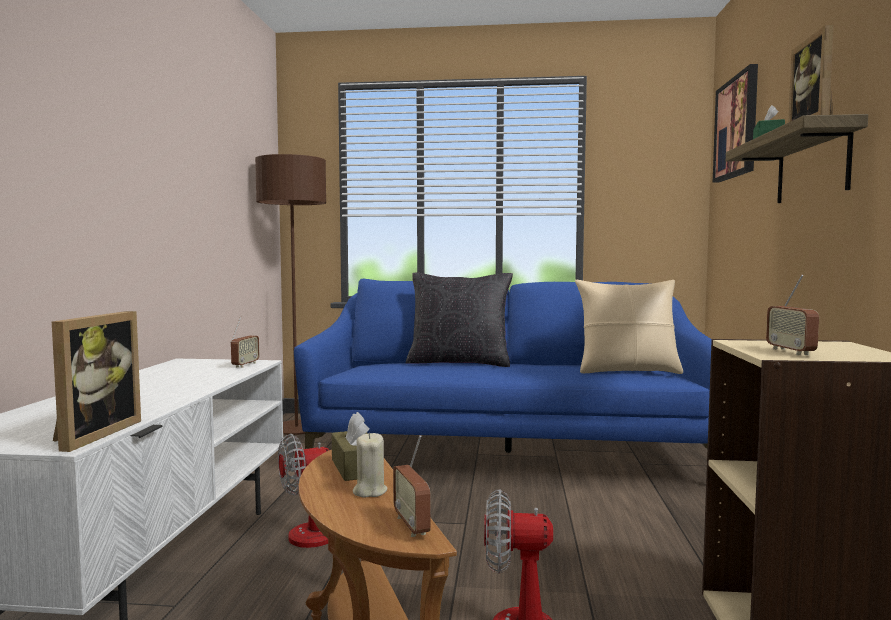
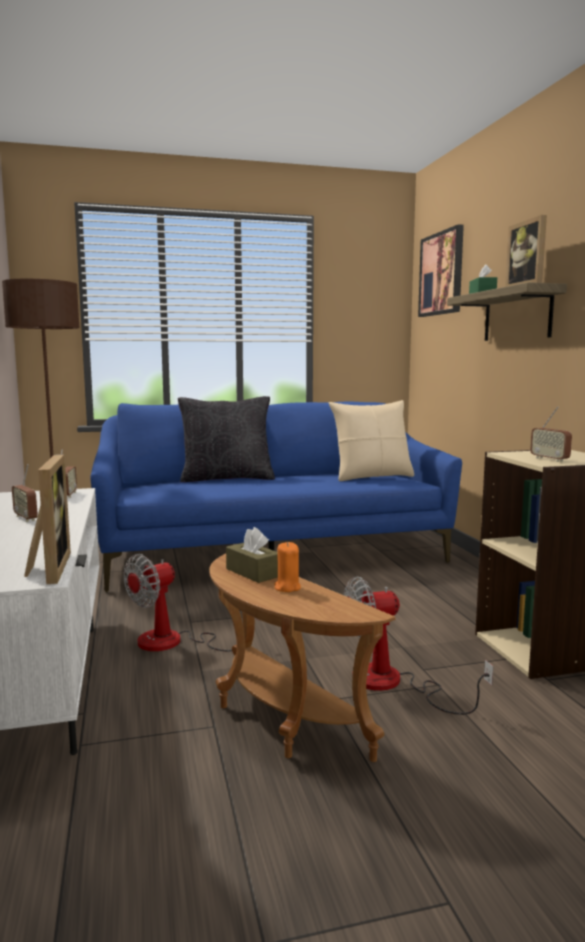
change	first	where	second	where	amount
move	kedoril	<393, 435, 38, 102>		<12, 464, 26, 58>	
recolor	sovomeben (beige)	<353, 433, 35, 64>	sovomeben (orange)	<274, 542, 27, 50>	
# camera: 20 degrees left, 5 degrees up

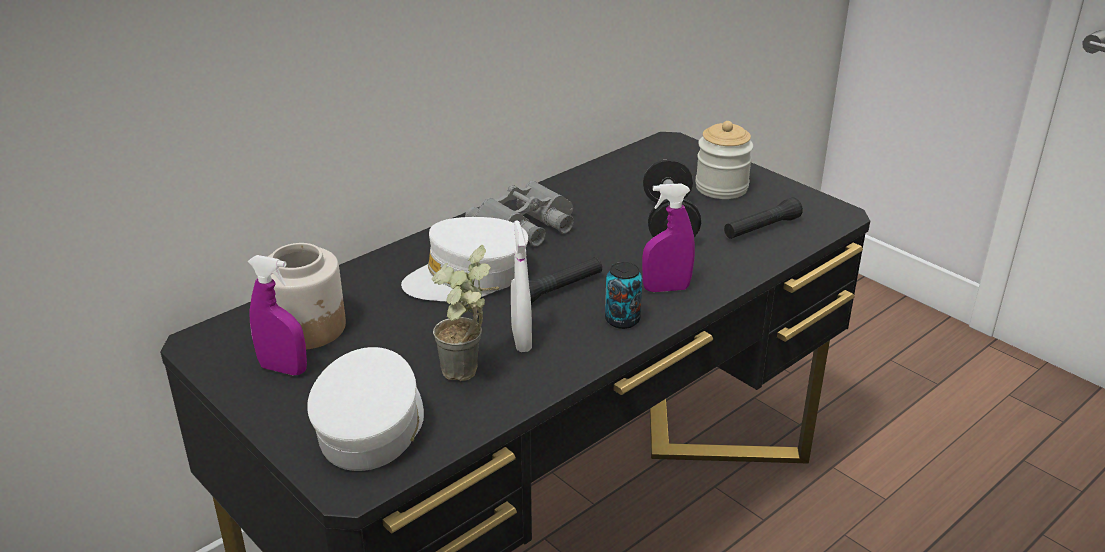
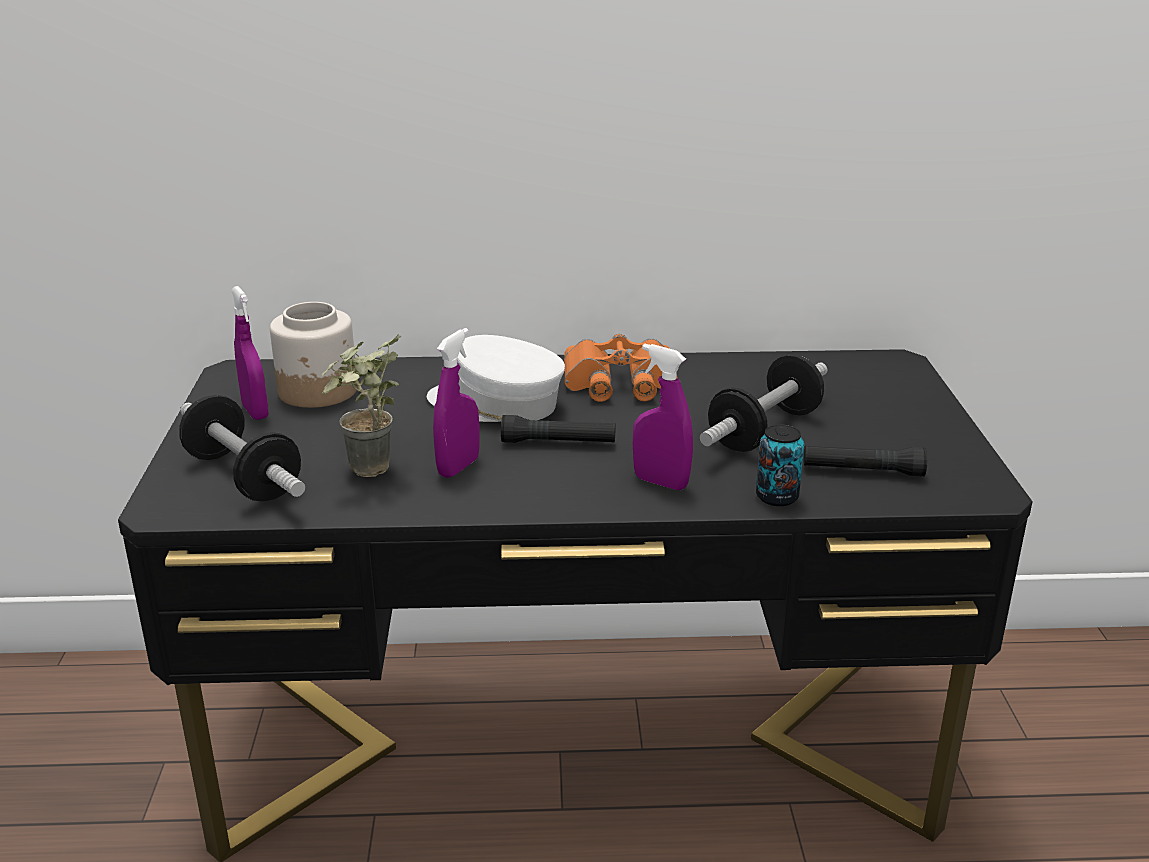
change	first	where	second	where	amount
replace	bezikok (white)	<307, 347, 117, 124>	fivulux	<179, 395, 126, 106>	
recolor	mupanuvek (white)	<511, 220, 21, 132>	mupanuvek (purple)	<433, 328, 47, 150>	
recolor	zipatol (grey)	<465, 181, 109, 66>	zipatol (orange)	<564, 334, 114, 68>	
move	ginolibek	<605, 262, 37, 67>		<756, 425, 48, 81>	
delete	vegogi	<695, 121, 58, 78>			
# camera: 40 degrees right, 5 degrees down

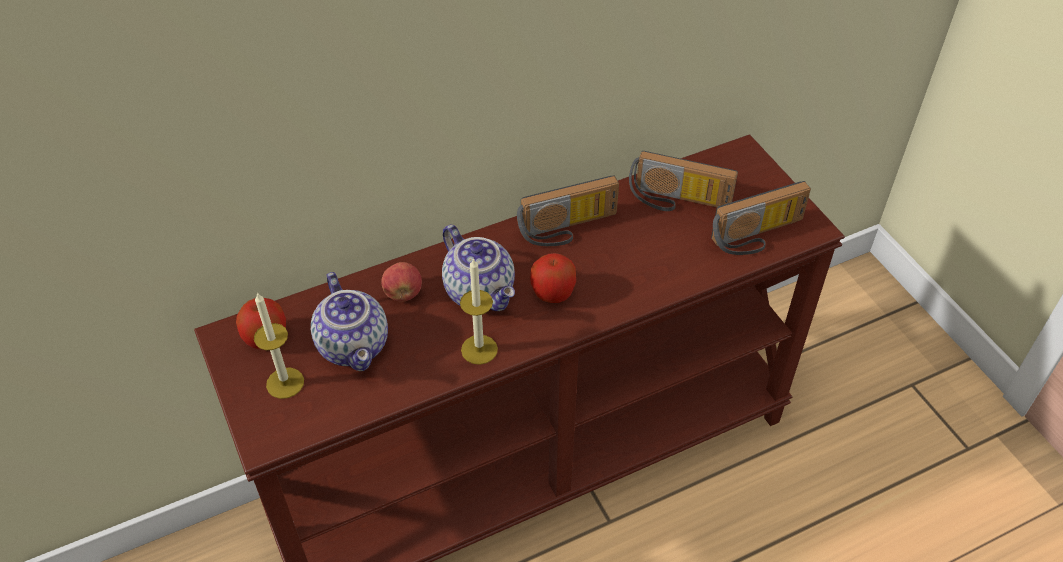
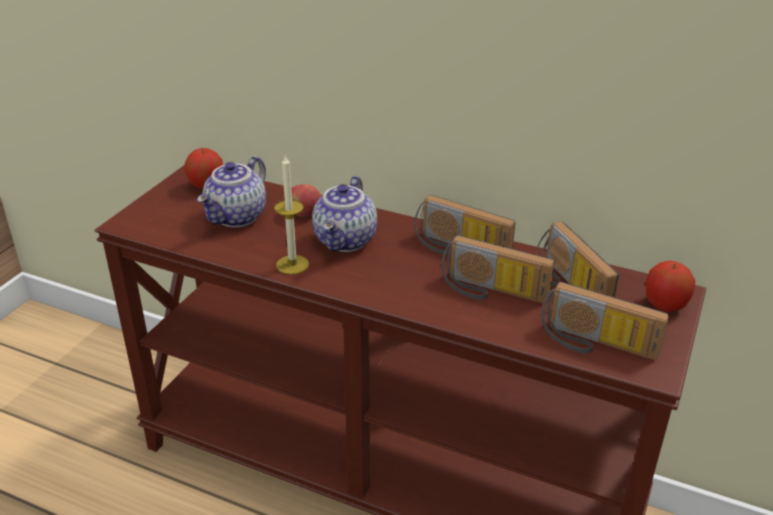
change	first	where	second	where	amount
insert			kedoril	<441, 235, 114, 68>	
move	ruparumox	<530, 253, 46, 50>		<645, 261, 51, 51>	
delete	sovomeben	<254, 293, 50, 106>			
# camera: 50 degrees right, 15 degrees down

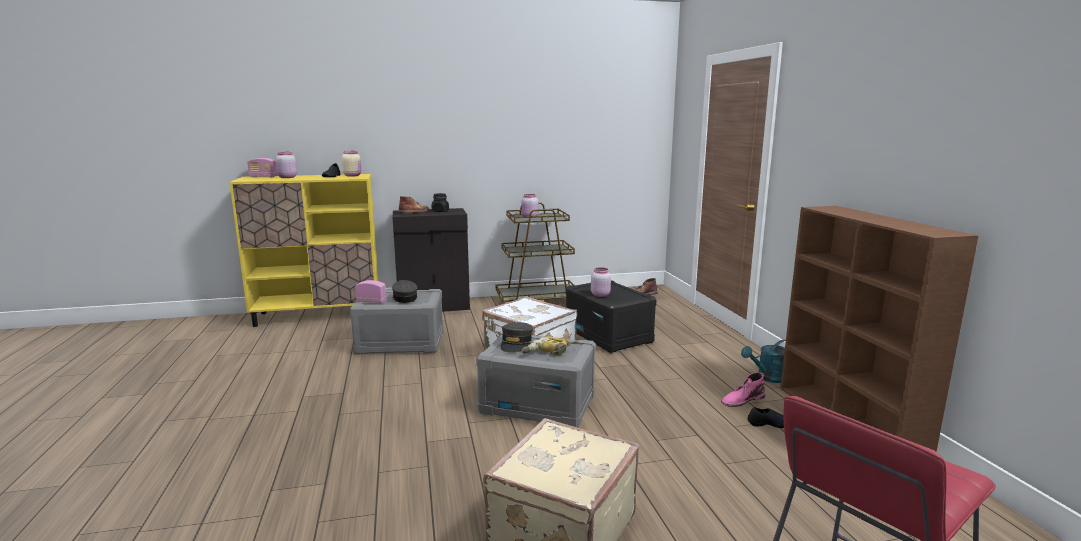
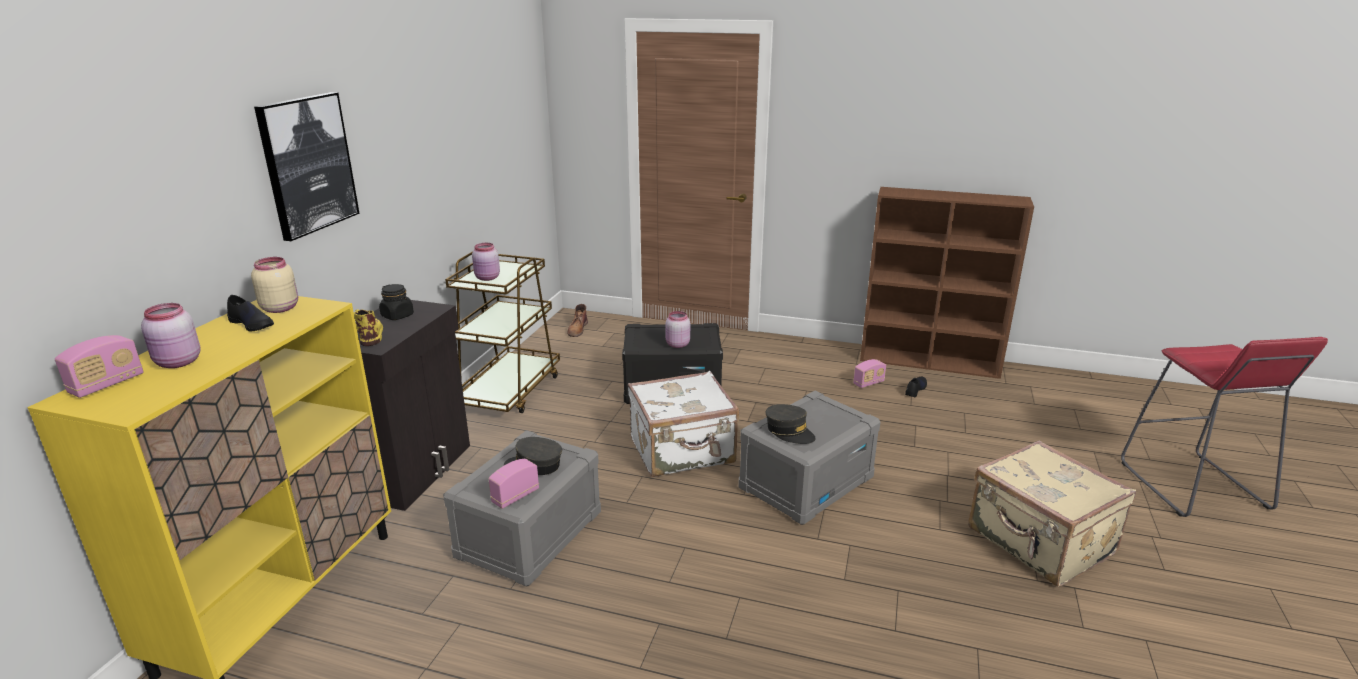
change	first	where	second	where	amount
insert			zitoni	<254, 92, 106, 149>	
recolor	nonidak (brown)	<398, 196, 31, 18>	nonidak (yellow)	<354, 309, 29, 37>	
replace	nonidak (pink)	<721, 372, 44, 35>	kedoril	<853, 359, 33, 29>	
delete	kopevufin	<522, 337, 56, 18>			
delete	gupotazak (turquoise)	<741, 339, 45, 44>			
# camera: 60 degrees left, 10 degrees up

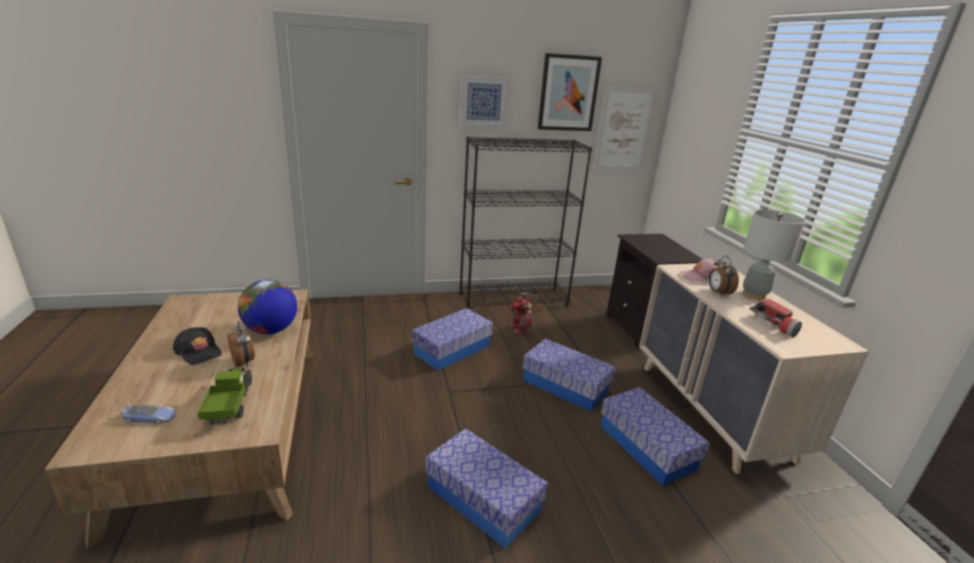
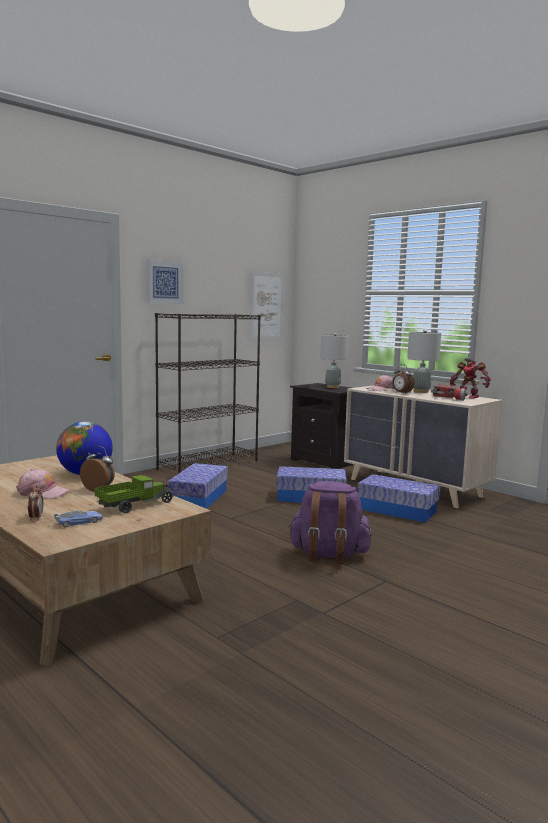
change	first	where	second	where	amount
recolor	bezikok (black)	<173, 327, 49, 38>	bezikok (pink)	<16, 469, 54, 30>	
insert			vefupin	<28, 485, 15, 36>	
rotate	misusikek	<198, 368, 54, 57>		<95, 475, 78, 39>	90 degrees clockwise
replace	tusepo	<426, 428, 122, 121>	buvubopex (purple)	<289, 481, 82, 83>	
insert			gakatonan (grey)	<320, 333, 29, 55>	
move	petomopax	<510, 293, 28, 41>		<450, 358, 41, 41>	
delete	zitoni	<538, 53, 64, 78>			
# camera: 30 degrees left, 15 degrees down

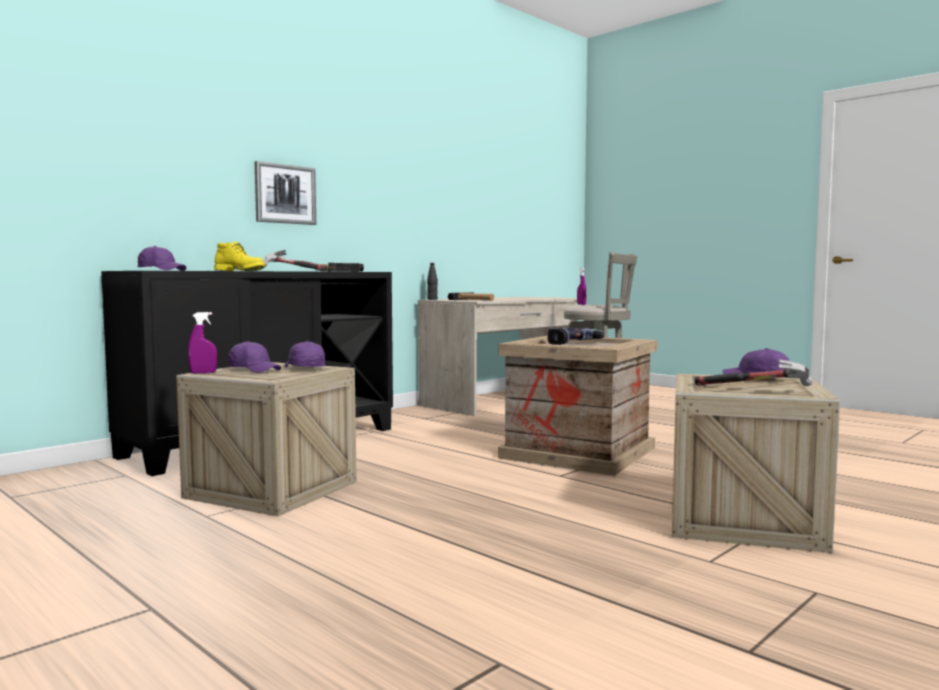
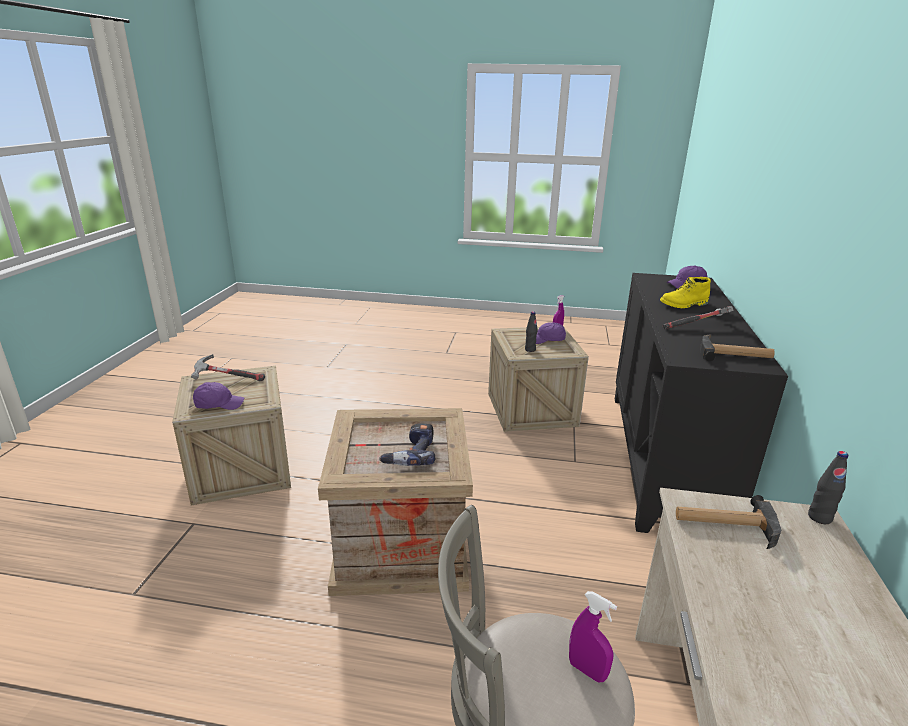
change	first	where	second	where	amount
replace	bezikok (purple)	<284, 341, 41, 27>	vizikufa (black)	<525, 311, 13, 41>	
delete	zitoni	<255, 161, 61, 64>			
# camera: 145 degrees right, 20 degrees up

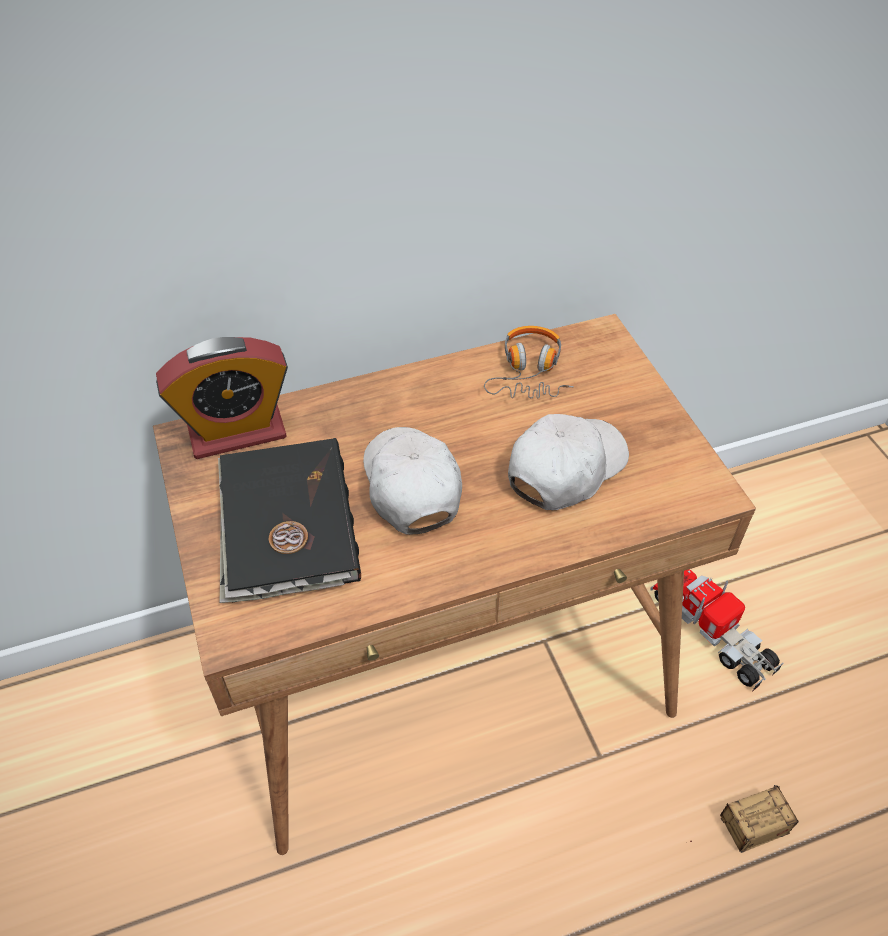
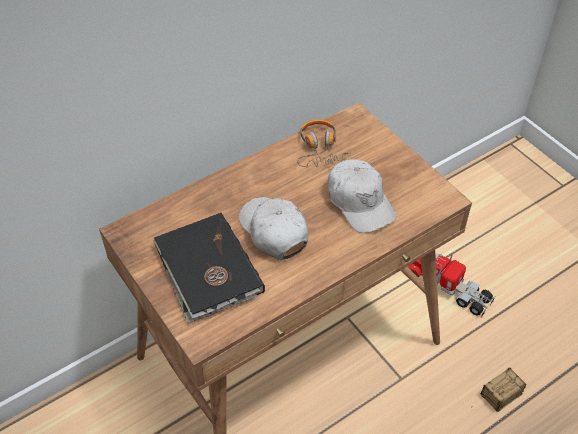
change	first	where	second	where	amount
rotate	bezikok (white)	<508, 414, 121, 96>		<328, 159, 68, 74>	120 degrees clockwise
delete	vefupin	<156, 337, 132, 122>			
# camera: 15 degrees left, 0 degrees up

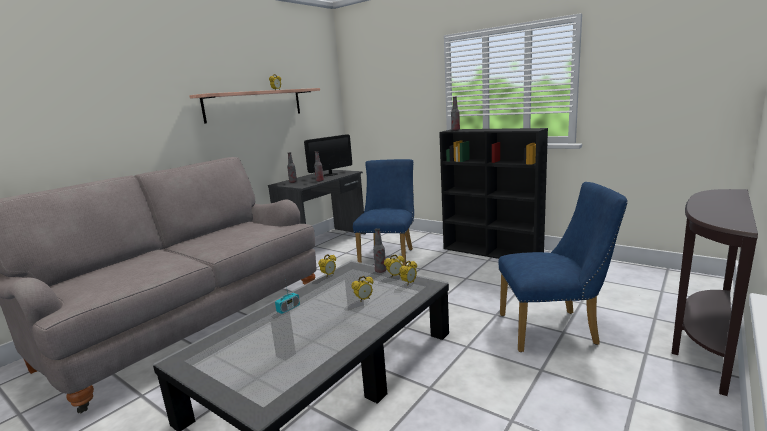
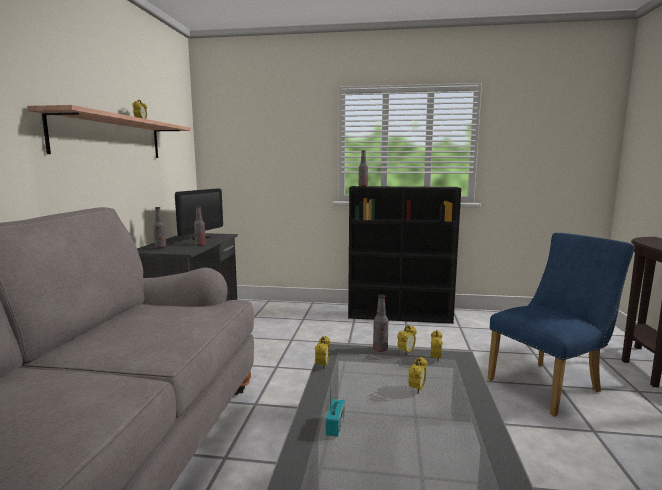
change	first	where	second	where	amount
delete	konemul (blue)	<353, 159, 61, 107>			
# camera: 30 degrees left, 5 degrees down

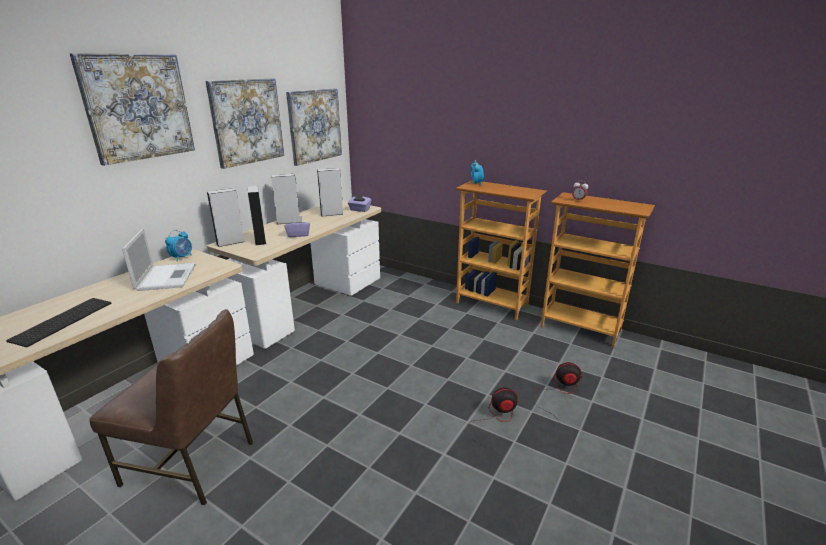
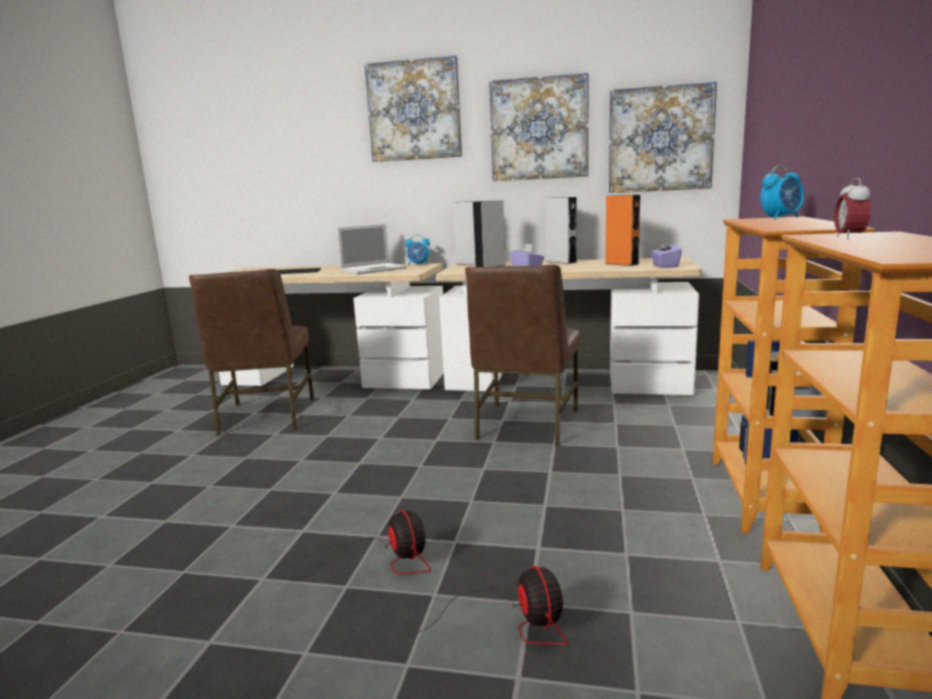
change	first	where	second	where	amount
insert			konemul (brown)	<465, 265, 115, 181>	
recolor	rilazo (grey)	<317, 168, 26, 48>	rilazo (orange)	<605, 195, 35, 71>	
# camera: 70 degrees right, 10 degrees down

